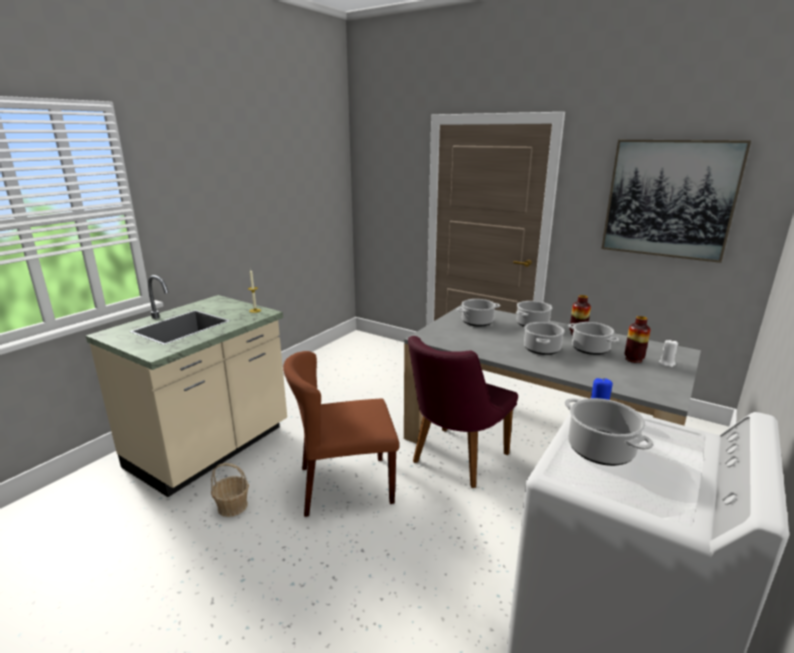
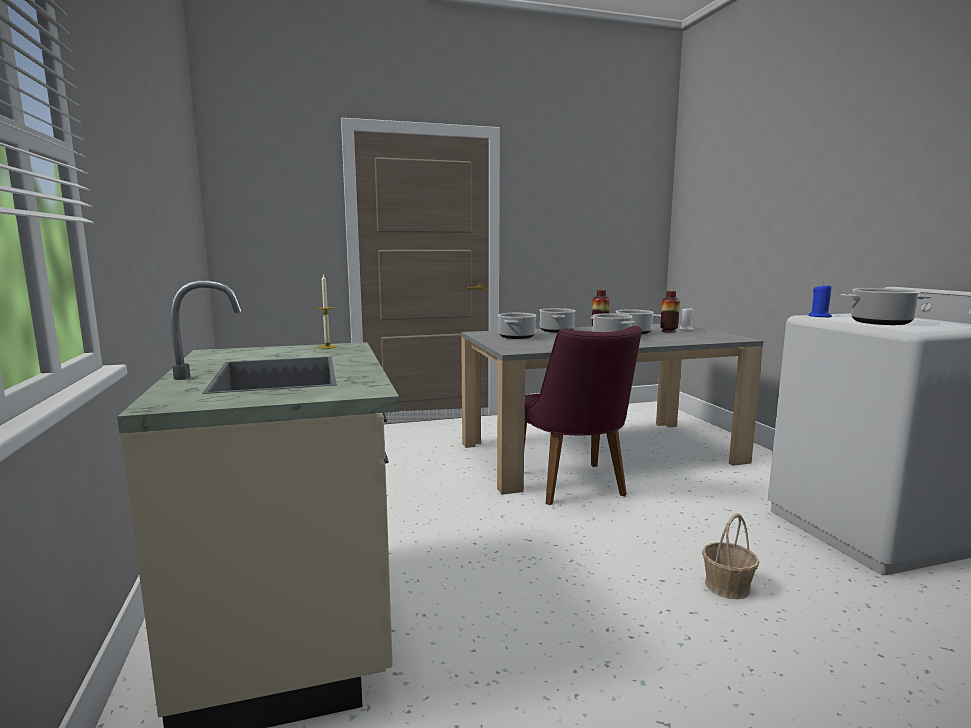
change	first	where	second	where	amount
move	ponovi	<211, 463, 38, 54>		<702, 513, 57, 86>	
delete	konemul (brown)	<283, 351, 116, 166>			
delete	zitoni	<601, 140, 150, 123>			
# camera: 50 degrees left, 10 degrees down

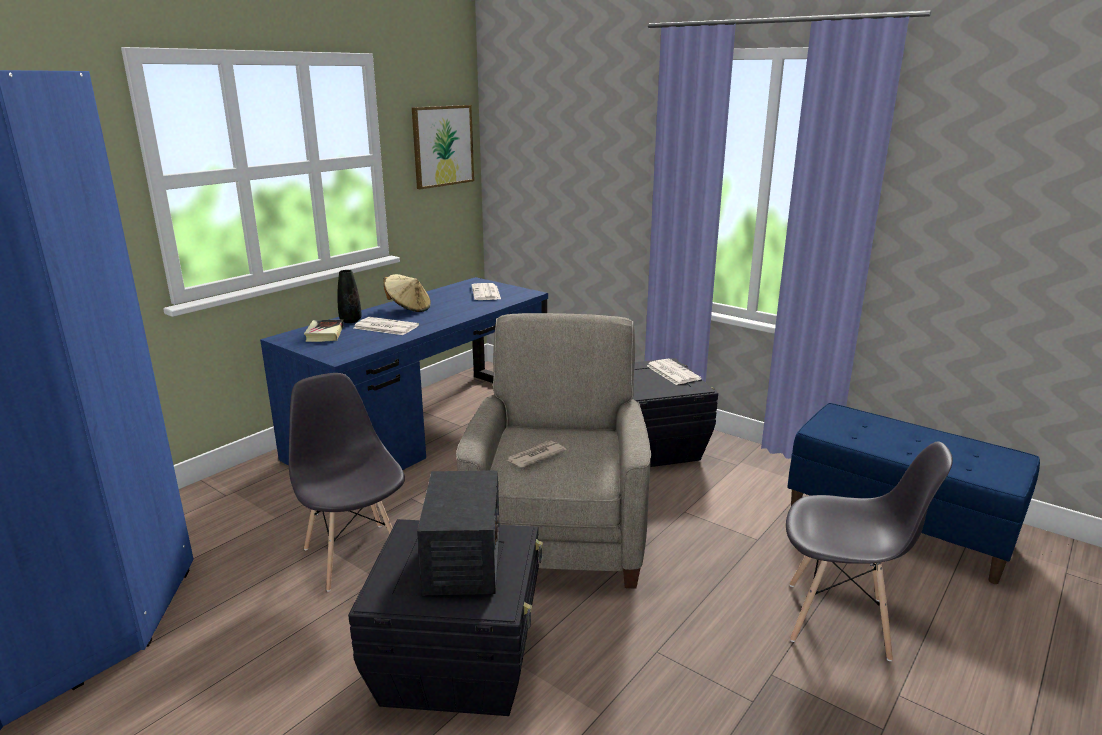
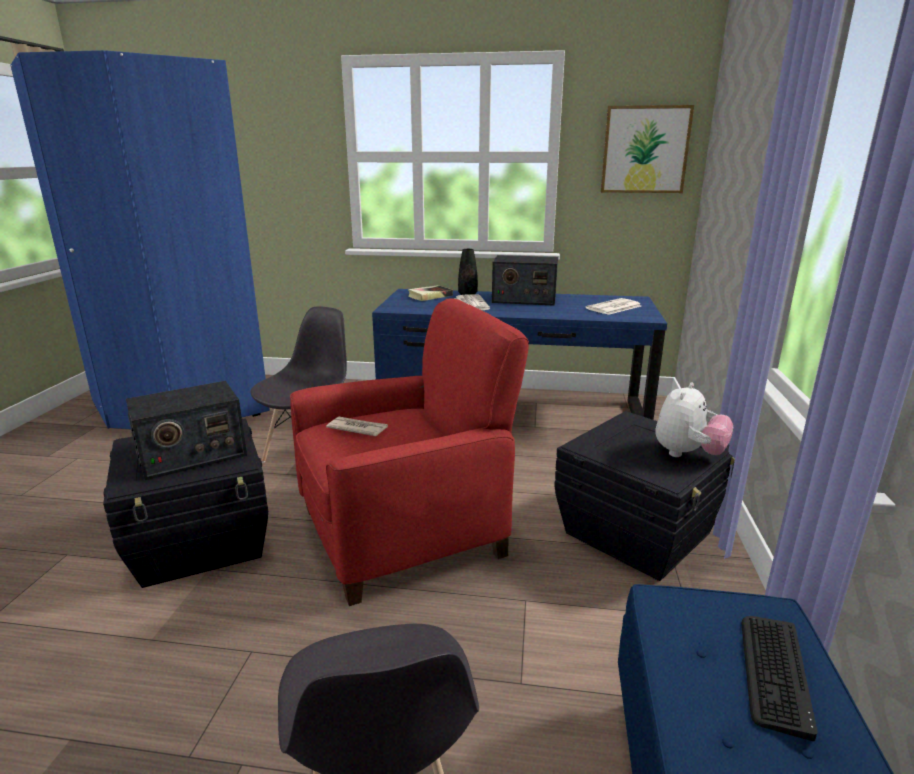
change	first	where	second	where	amount
recolor	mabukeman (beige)	<456, 313, 195, 276>	mabukeman (red)	<290, 298, 239, 308>	
replace	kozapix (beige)	<383, 274, 48, 38>	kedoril	<492, 255, 66, 51>	
replace	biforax	<647, 359, 55, 26>	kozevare	<656, 382, 77, 75>	
insert			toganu	<741, 616, 76, 125>	
# camera: 60 degrees right, 0 degrees up

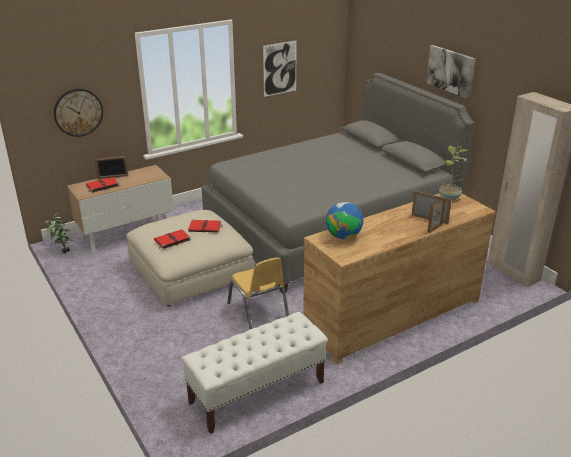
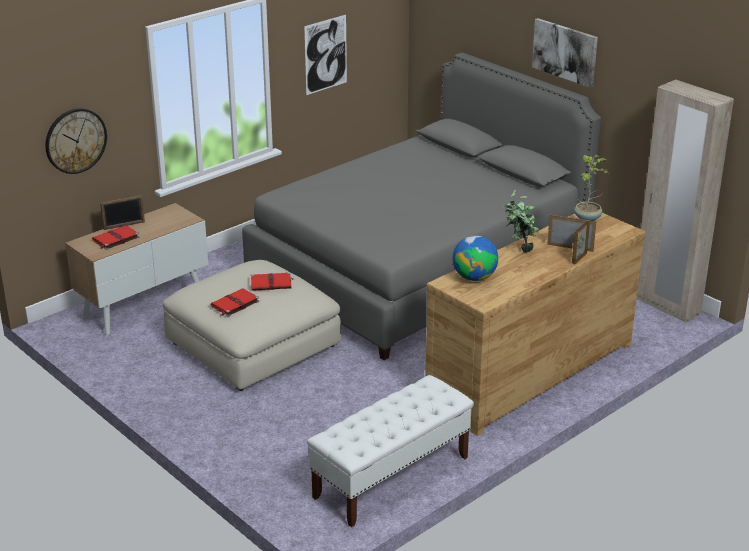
change	first	where	second	where	amount
move	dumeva	<45, 212, 28, 41>		<503, 190, 36, 62>	
delete	konemul (yellow)	<227, 257, 62, 72>			
# camera: 10 degrees left, 0 degrees up

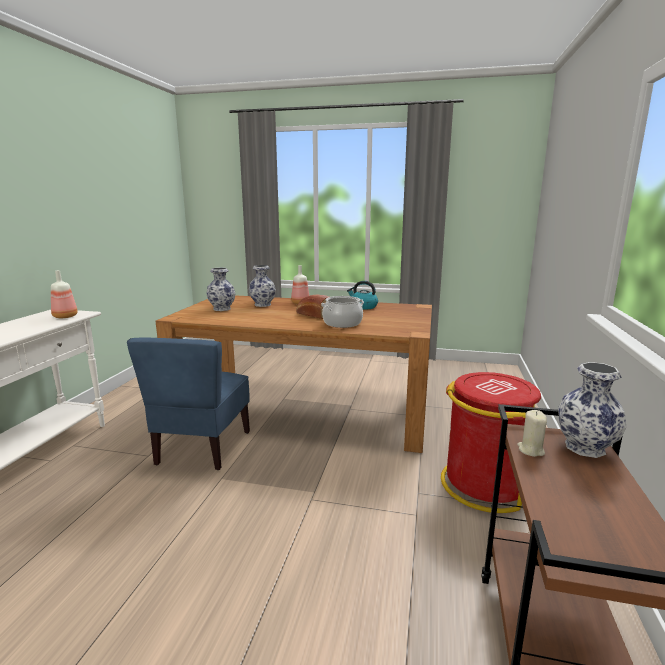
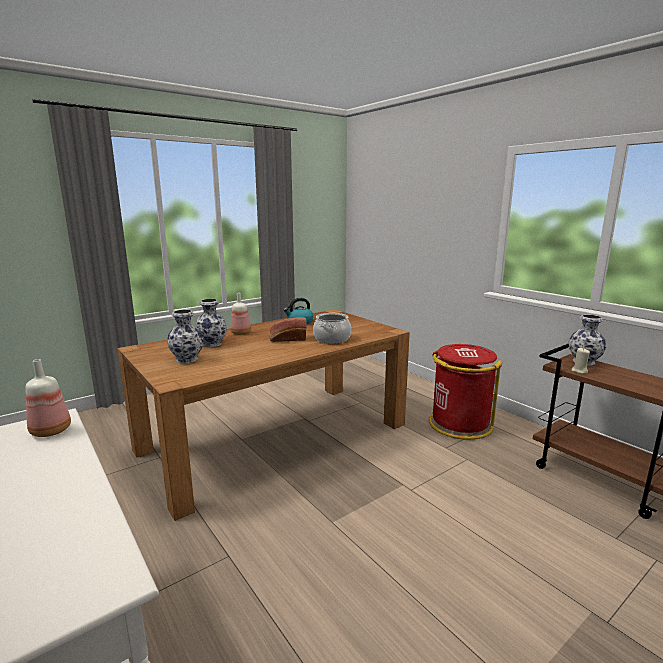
change	first	where	second	where	amount
delete	konemul (blue)	<127, 338, 123, 132>			
# camera: 50 degrees left, 0 degrees up

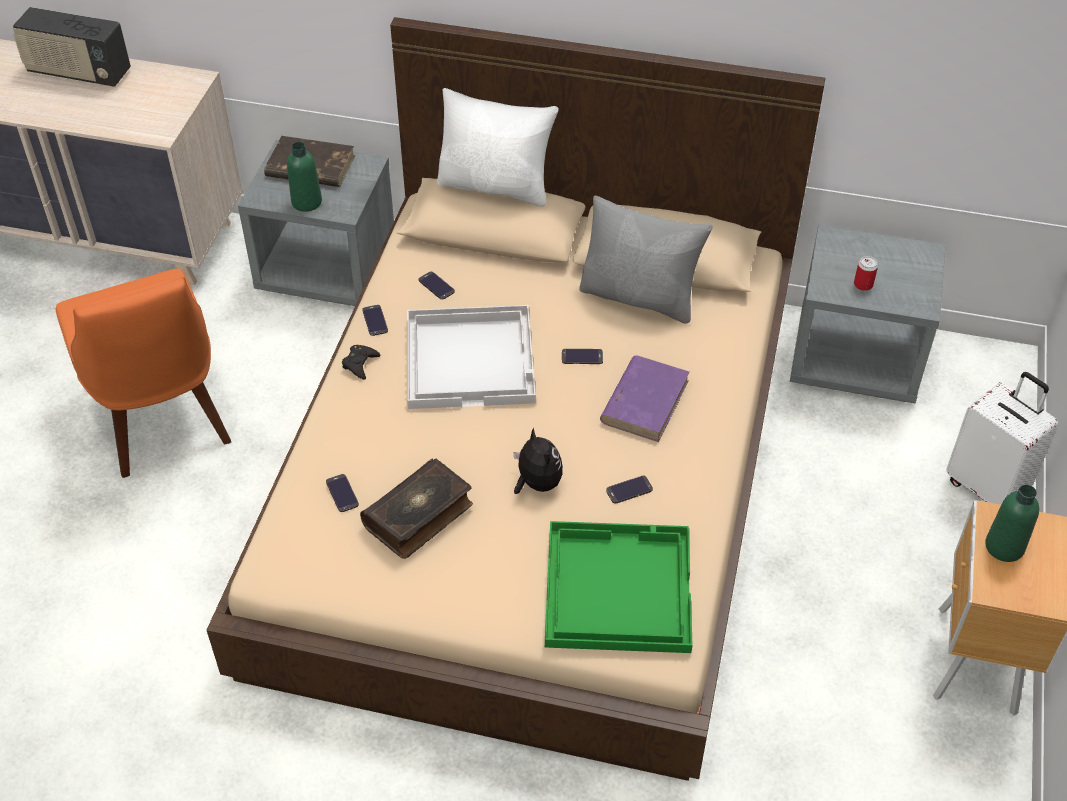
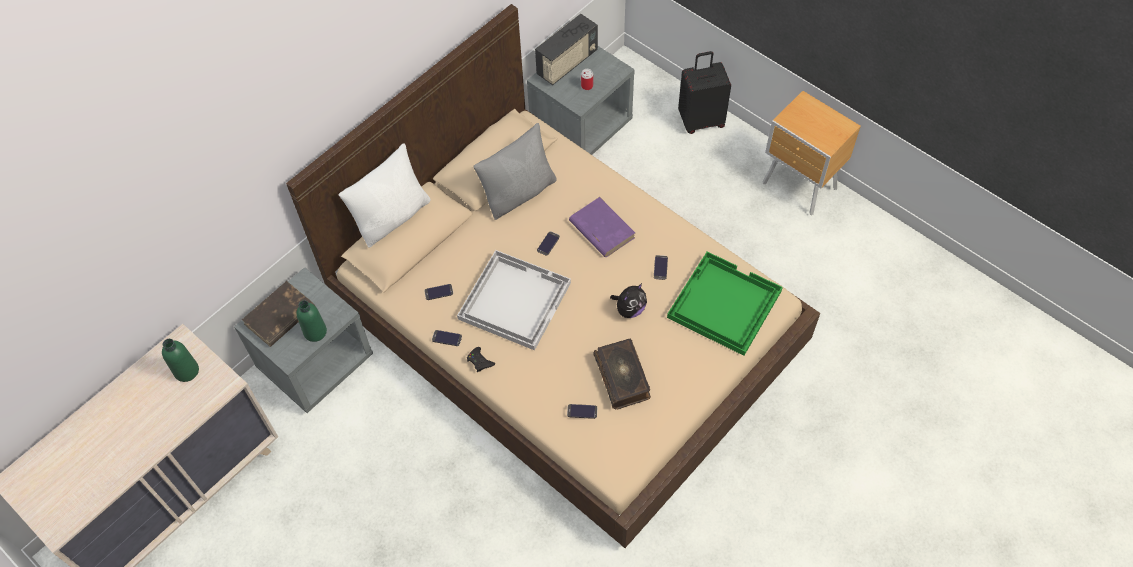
change	first	where	second	where	amount
move	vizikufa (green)	<985, 484, 54, 78>		<162, 339, 37, 43>	
move	kedoril	<13, 7, 118, 80>		<535, 14, 63, 71>	
rotate	kozevare	<514, 427, 49, 67>		<610, 283, 37, 35>	135 degrees clockwise
recolor	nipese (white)	<946, 372, 112, 133>	nipese (black)	<678, 51, 53, 83>	
delete	konemul (orange)	<56, 269, 175, 209>			
# camera: 60 degrees left, 10 degrees up

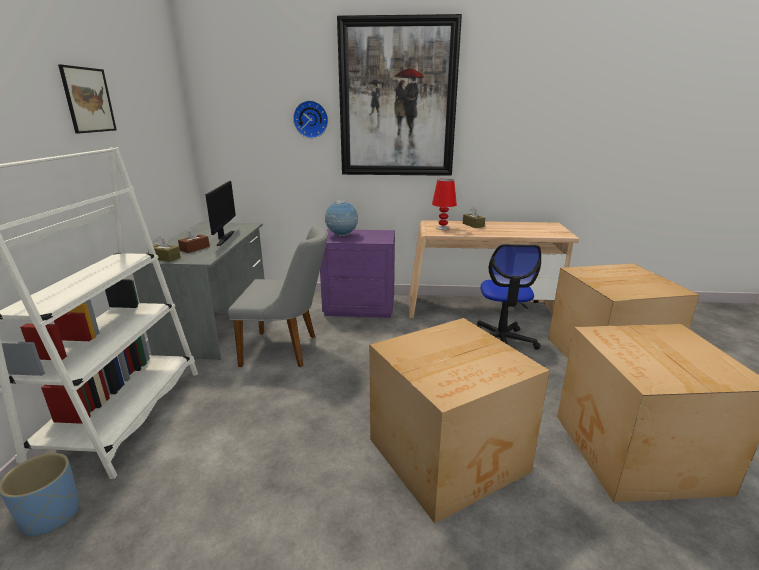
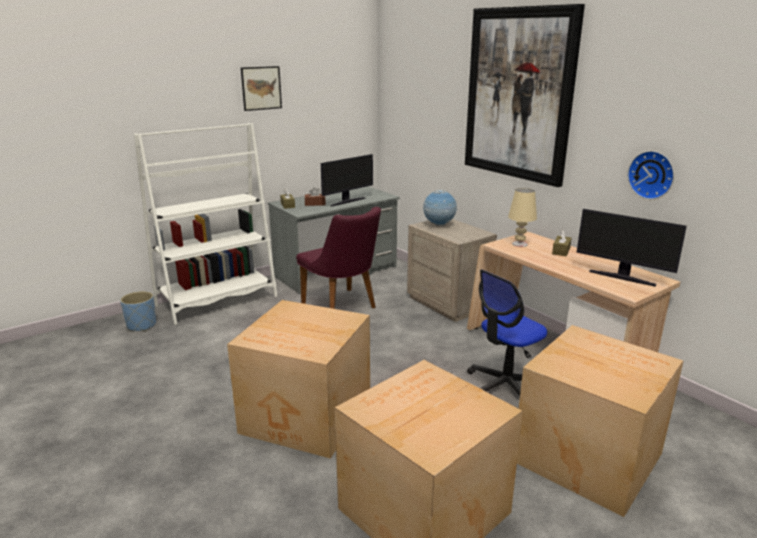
change	first	where	second	where	amount
recolor	konemul (grey)	<228, 225, 100, 142>	konemul (purple)	<296, 207, 85, 102>	
recolor	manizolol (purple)	<320, 229, 75, 89>	manizolol (beige)	<407, 219, 90, 103>	
recolor	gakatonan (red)	<432, 179, 25, 51>	gakatonan (beige)	<508, 188, 29, 59>	
insert			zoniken	<576, 209, 111, 78>	
move	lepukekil	<293, 100, 35, 38>		<628, 151, 46, 48>	
# camera: 50 degrees right, 0 degrees up

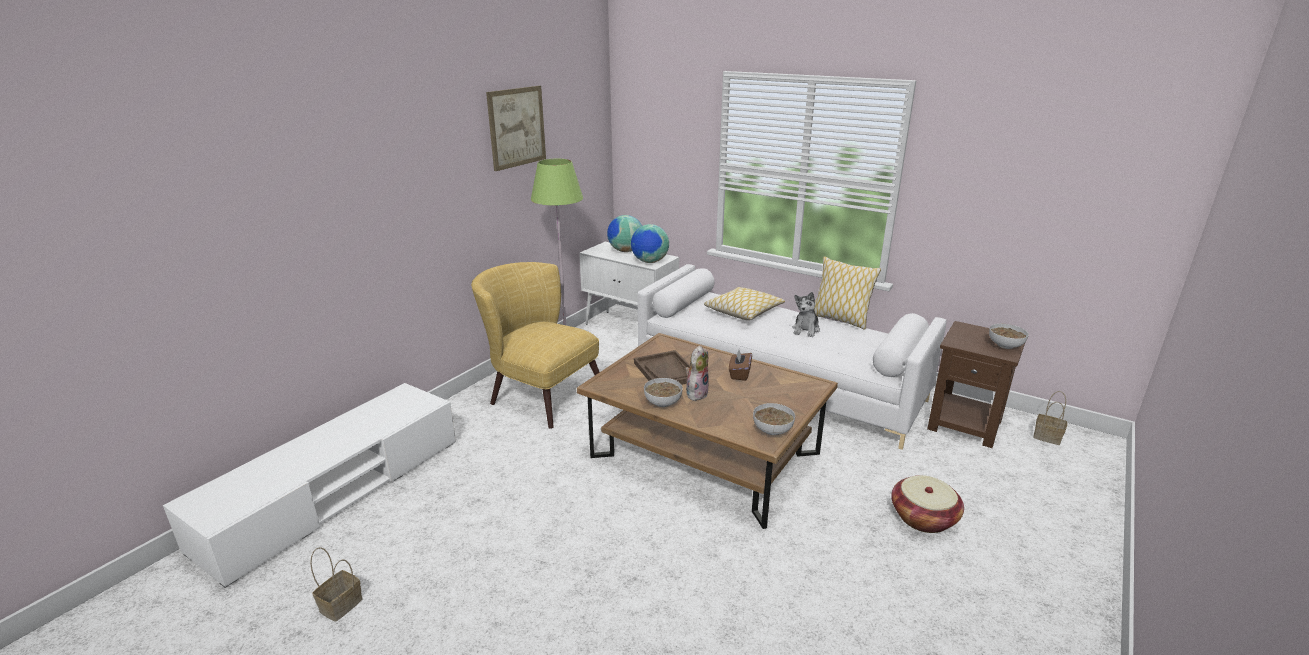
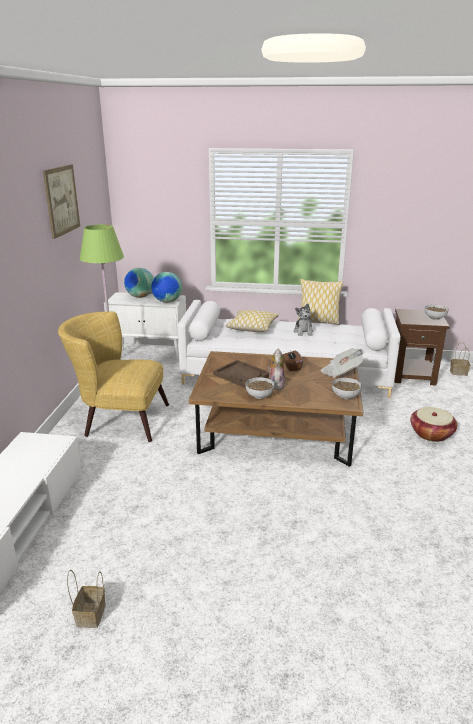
change	first	where	second	where	amount
insert			biforax	<321, 348, 44, 30>	
# camera: 25 degrees left, 0 degrees up

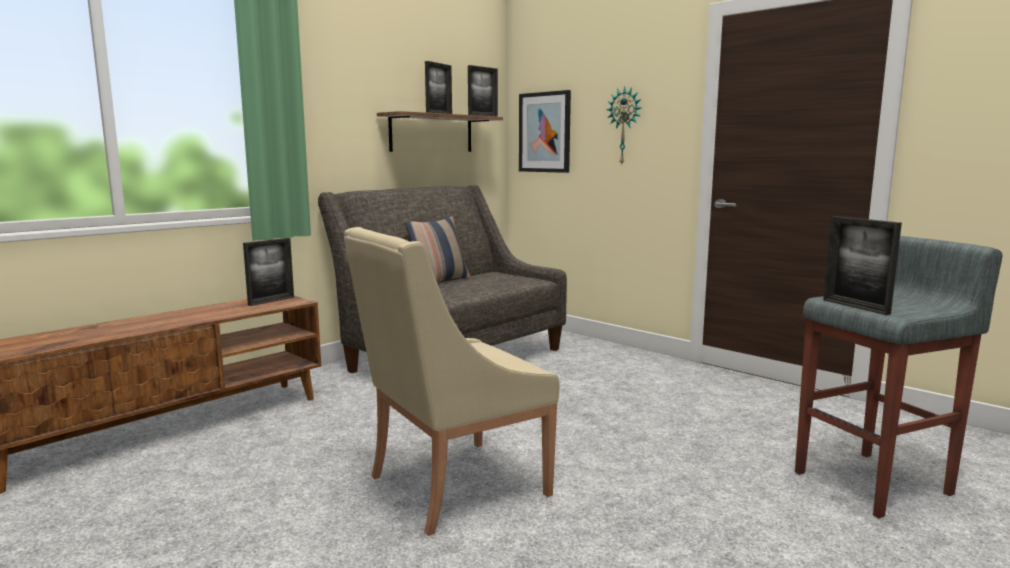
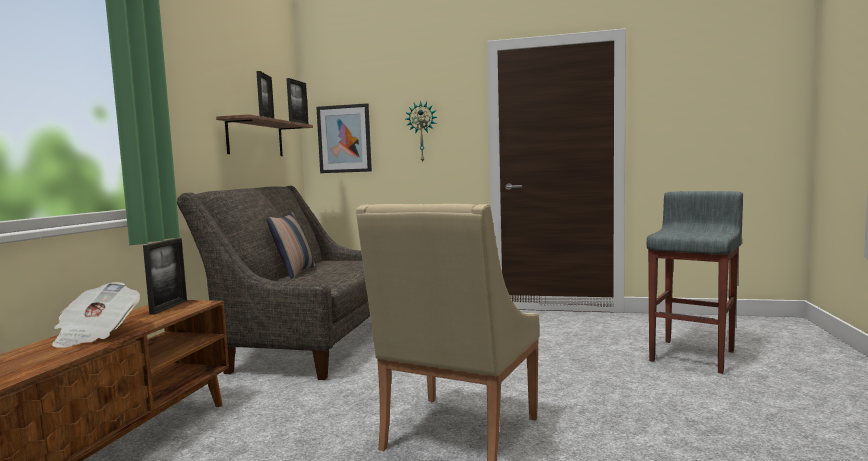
change	first	where	second	where	amount
insert			biforax	<52, 282, 88, 66>	
delete	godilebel	<823, 216, 79, 99>			
# camera: 30 degrees left, 5 degrees down

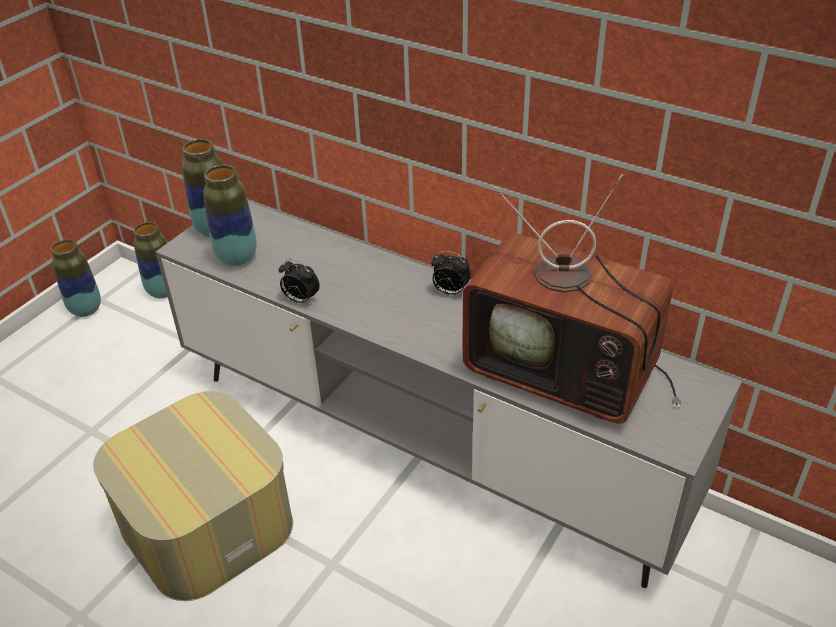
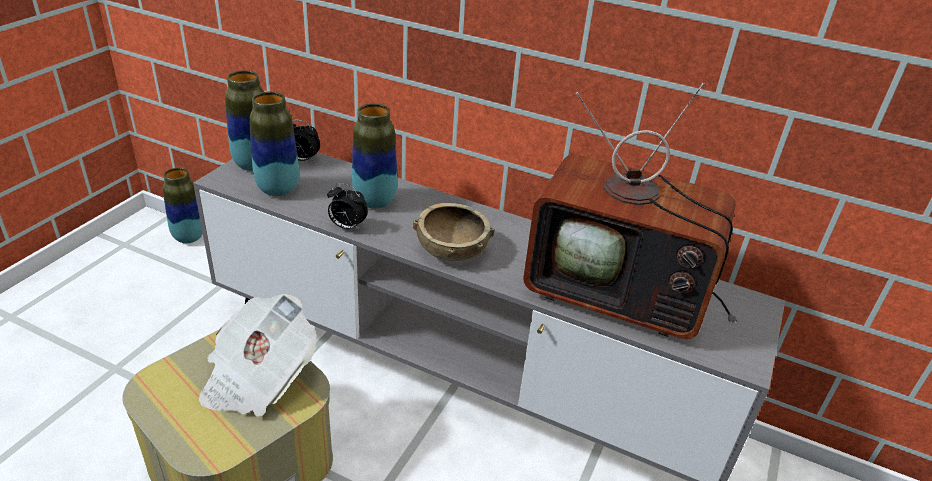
change	first	where	second	where	amount
insert			biforax	<198, 294, 119, 123>	
move	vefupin	<431, 251, 40, 44>		<292, 120, 28, 42>	
move	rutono	<51, 239, 50, 78>		<352, 103, 46, 106>	
insert			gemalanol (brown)	<413, 203, 82, 58>	
# camera: 10 degrees left, 5 degrees down

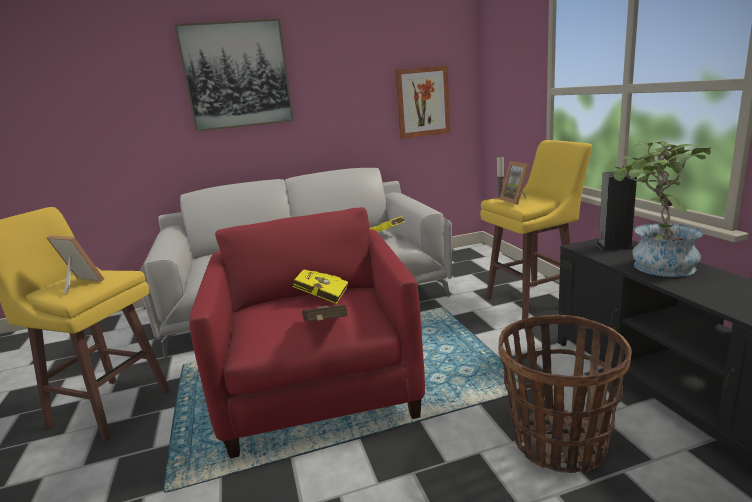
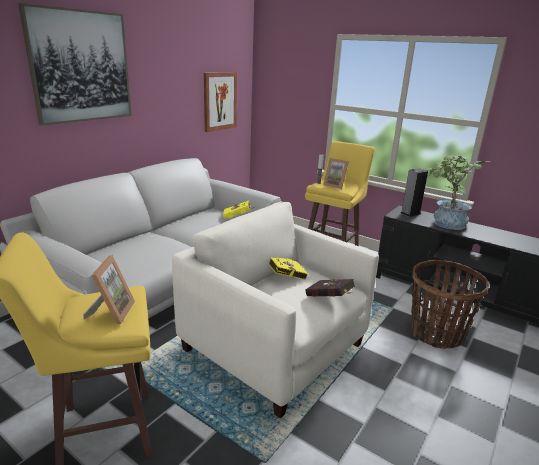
change	first	where	second	where	amount
rotate	godilebel	<47, 235, 57, 59>		<83, 255, 52, 70>	105 degrees clockwise
recolor	mabukeman (red)	<189, 207, 236, 251>	mabukeman (beige)	<172, 202, 207, 217>	
# camera: 40 degrees left, 5 degrees up

